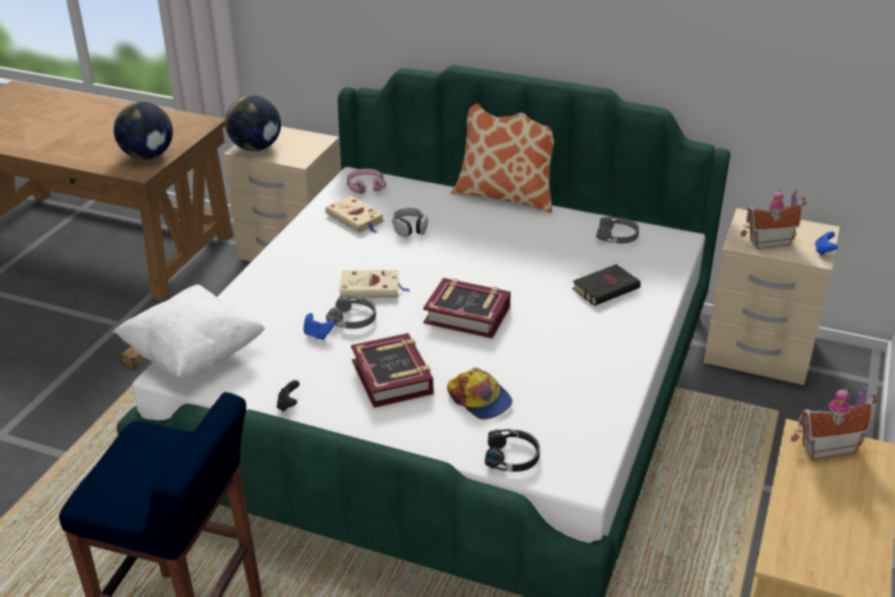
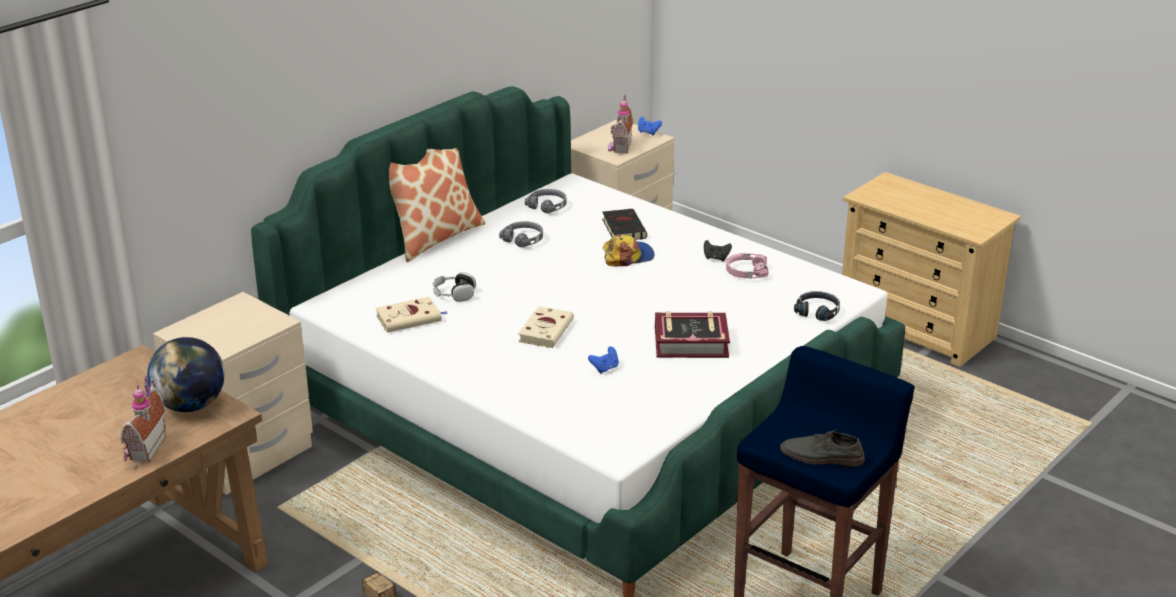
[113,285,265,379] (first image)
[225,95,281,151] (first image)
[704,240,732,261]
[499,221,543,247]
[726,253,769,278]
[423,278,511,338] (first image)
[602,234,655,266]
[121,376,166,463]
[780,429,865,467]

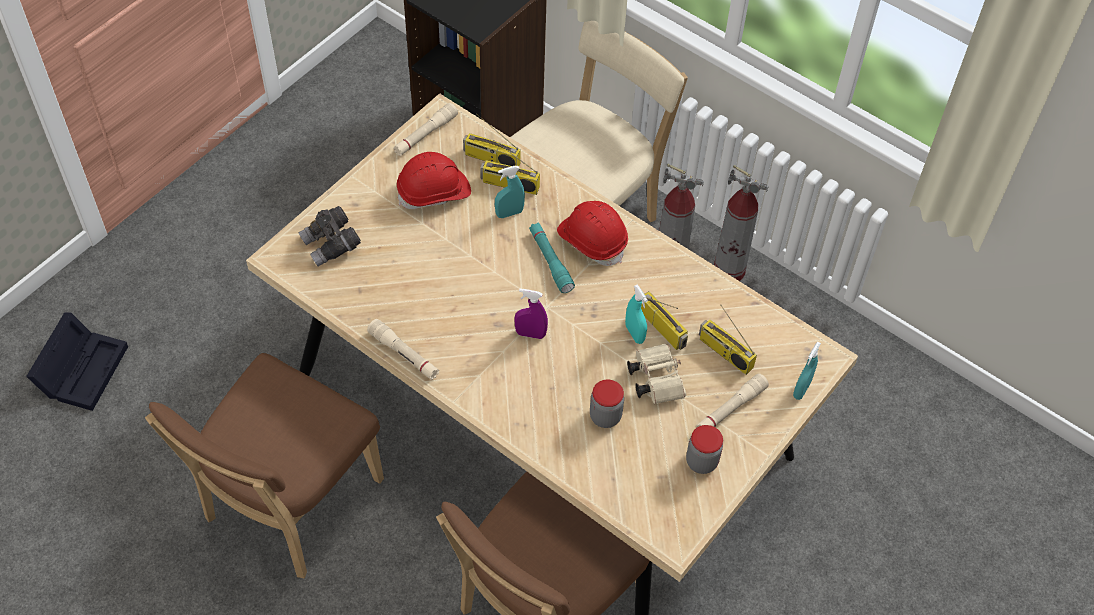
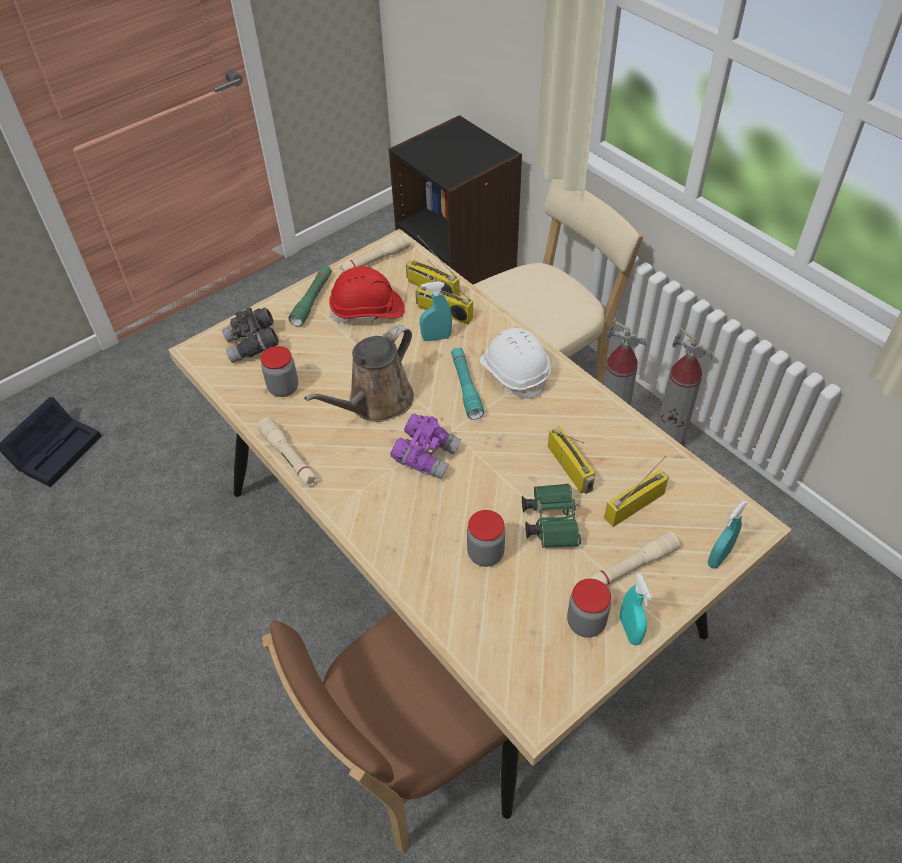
[145,353,384,578] (first image)
[390,414,461,479]
[480,328,551,399]
[620,573,652,646]
[522,484,581,548]
[604,455,669,527]
[261,346,298,397]
[288,265,332,327]
[304,325,414,422]

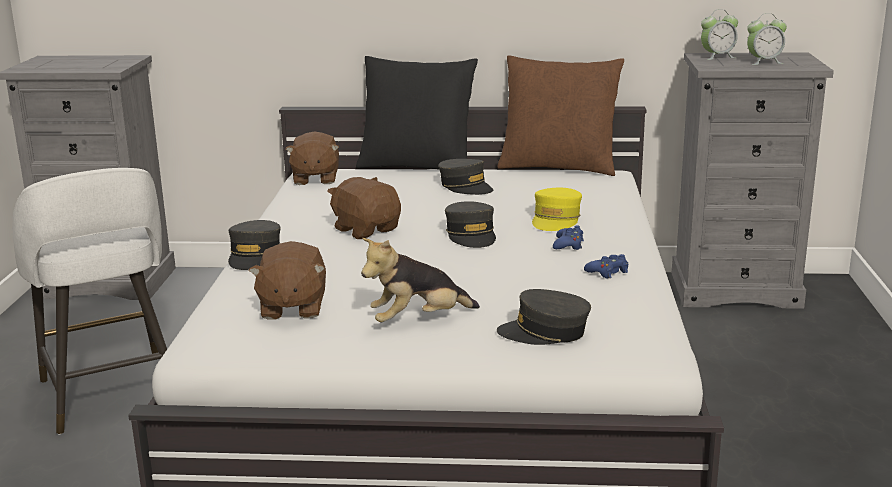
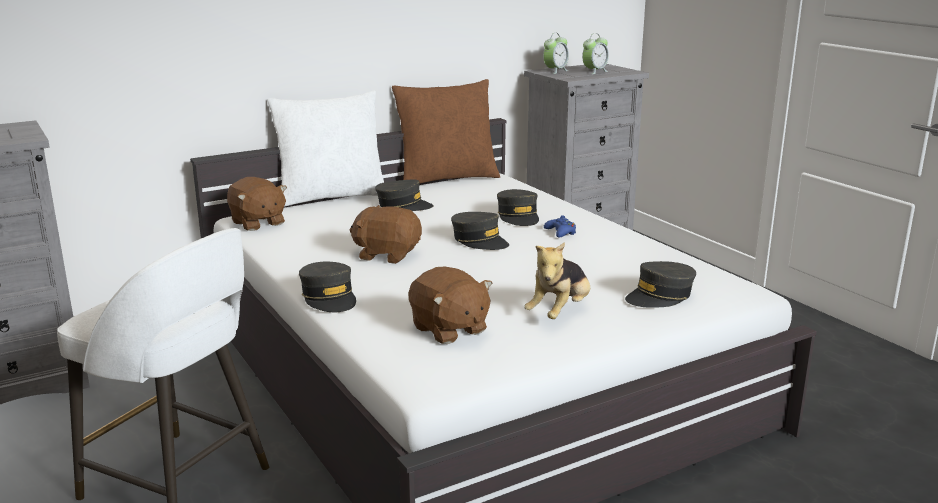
[267,90,384,207]
[497,189,539,226]
[584,254,628,279] (first image)

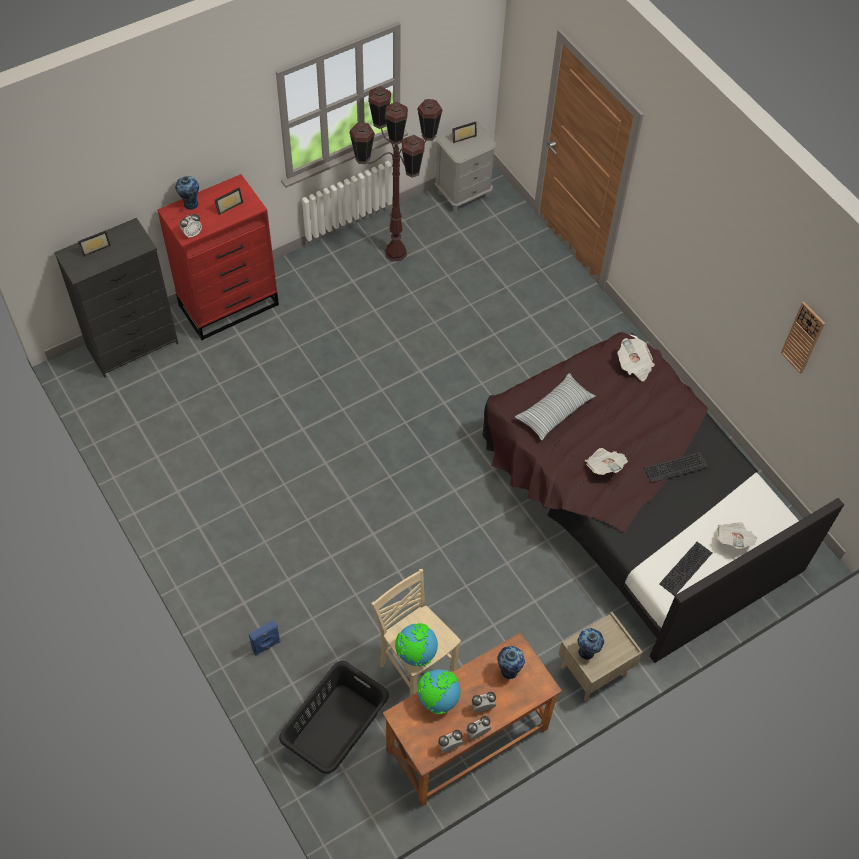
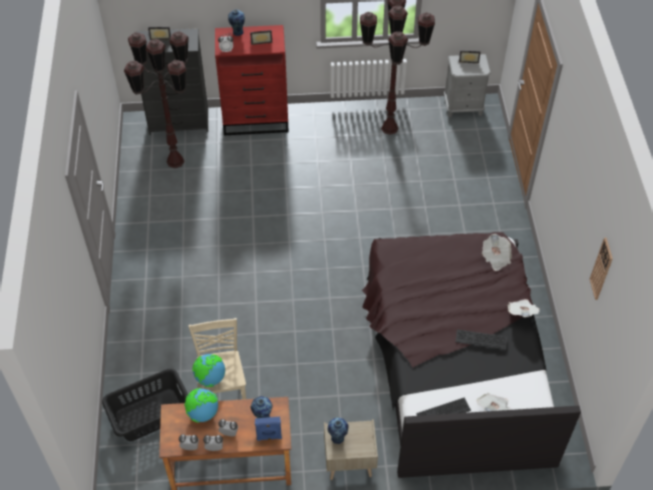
[255,417,282,441]
[515,373,596,441] (first image)
[508,299,540,317]
[124,31,189,168]

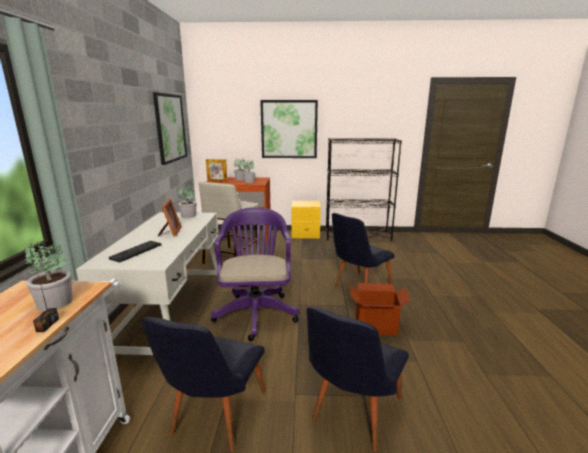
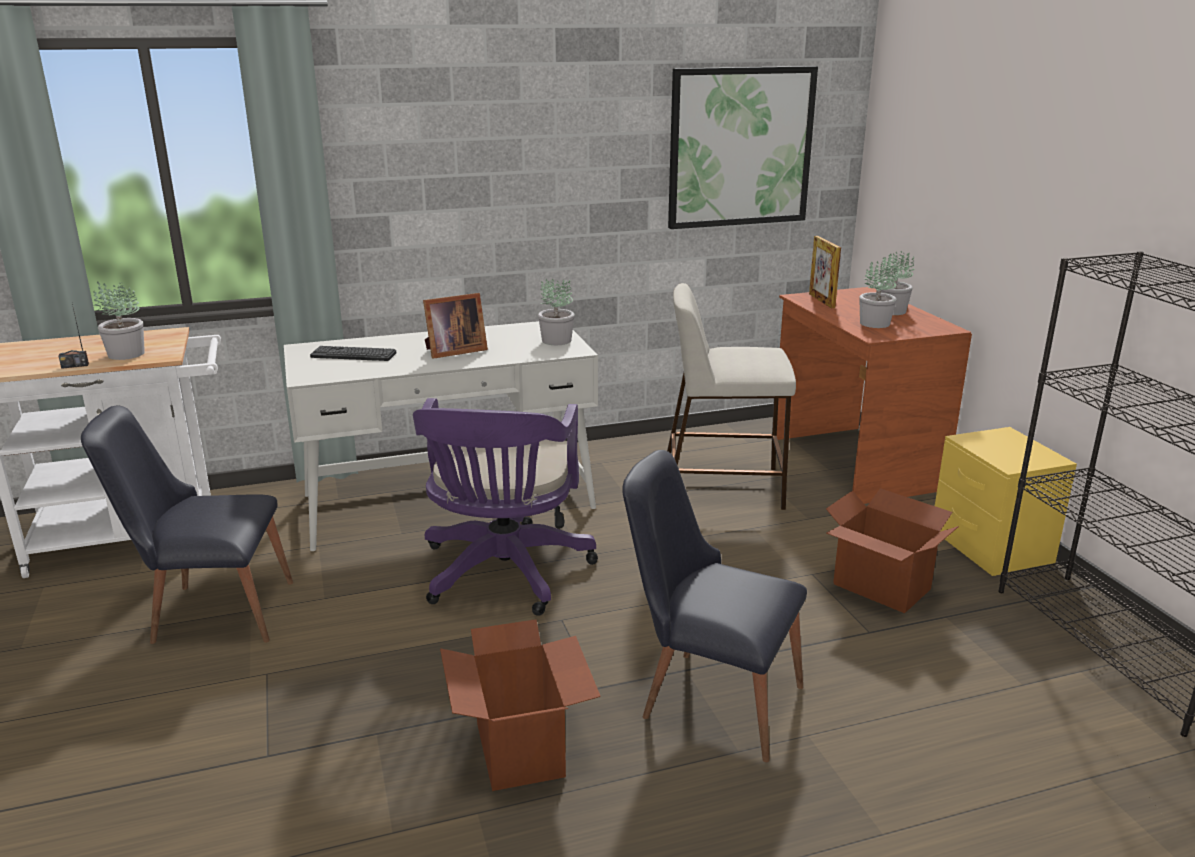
[413,398,598,616]
[260,100,318,158] (first image)
[307,307,409,452] (first image)
[826,488,959,613]

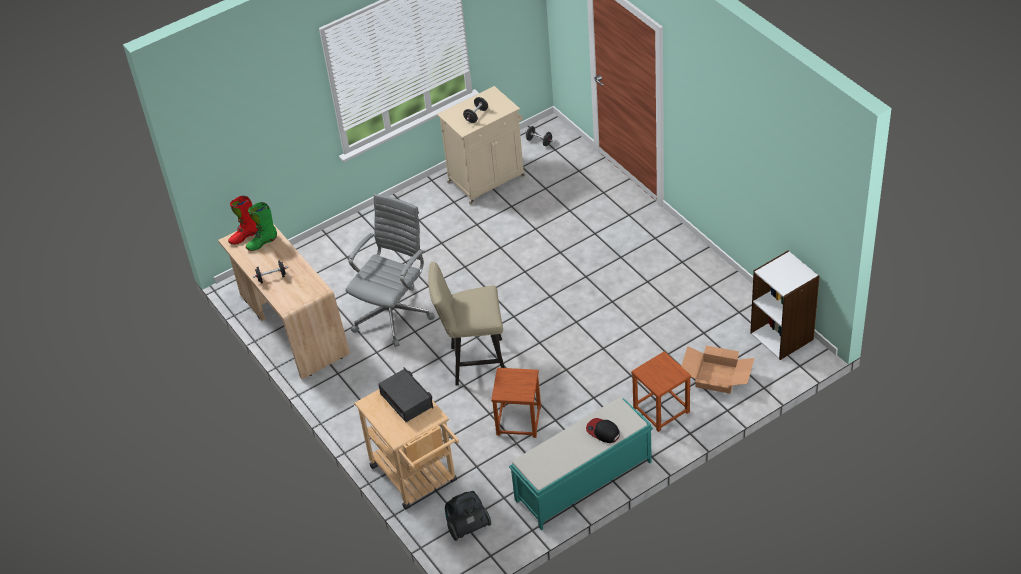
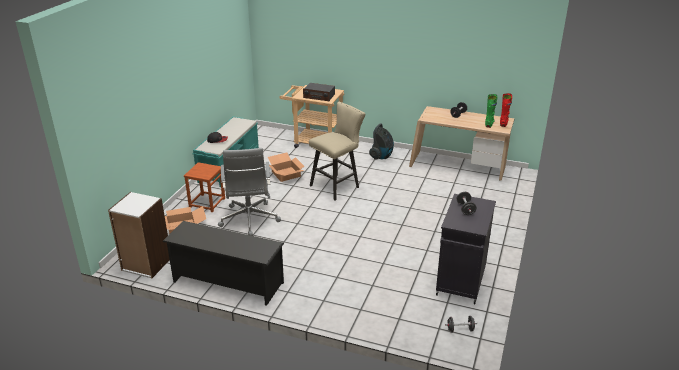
[218,148,281,236]
[436,194,496,304]
[369,123,394,160]
[268,153,305,182]
[162,221,284,306]

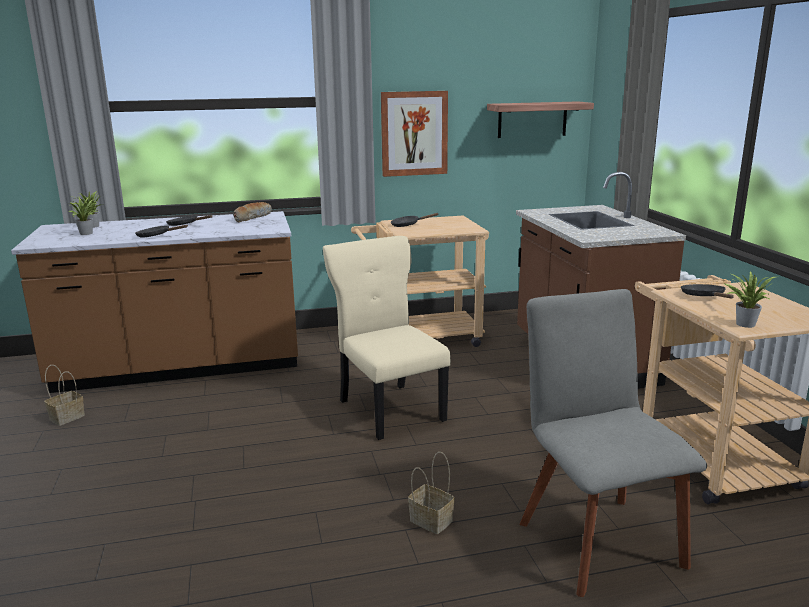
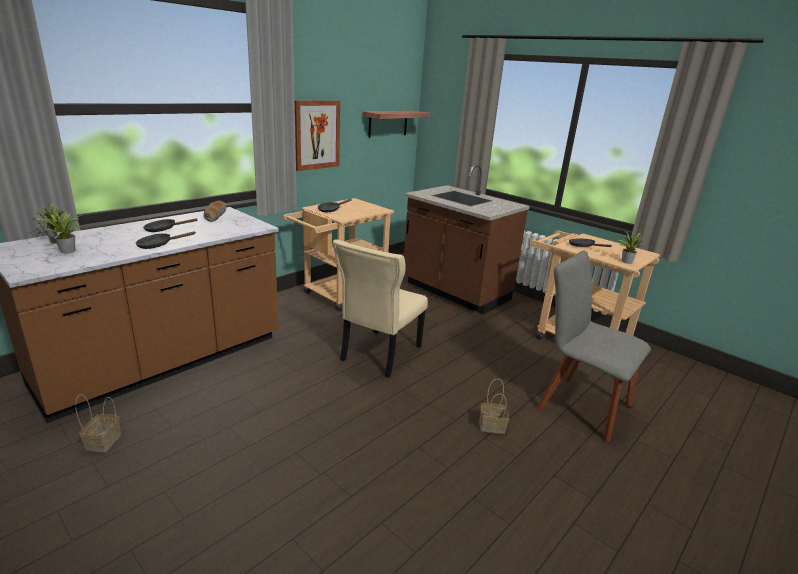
[333,239,428,378]

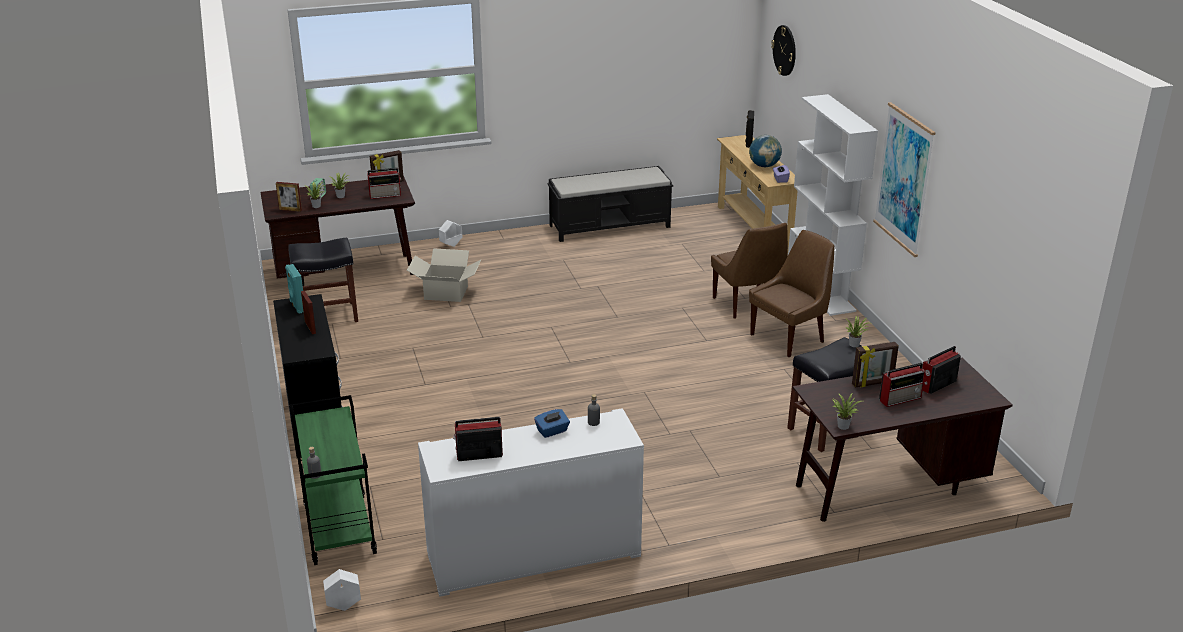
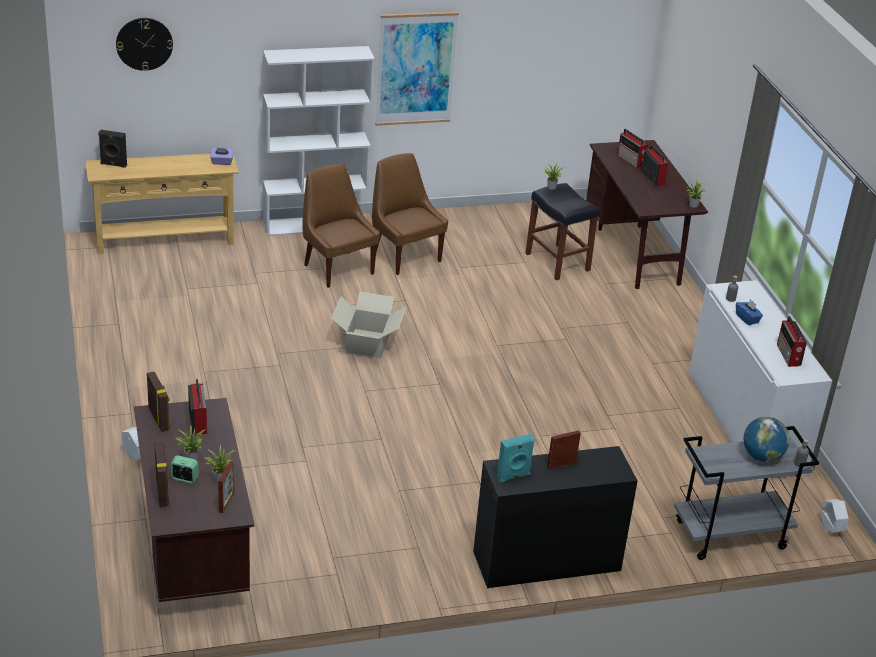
[288,238,358,322] (first image)
[674,426,819,560]
[331,292,406,358]
[548,166,673,242] (first image)
[302,164,380,288]
[743,417,790,462]
[154,442,169,507]

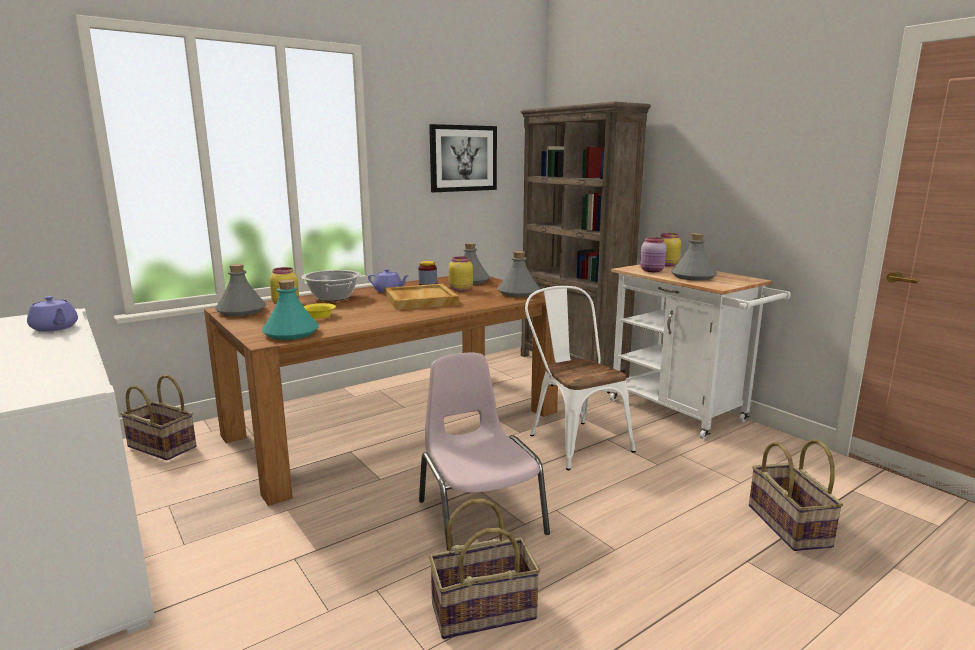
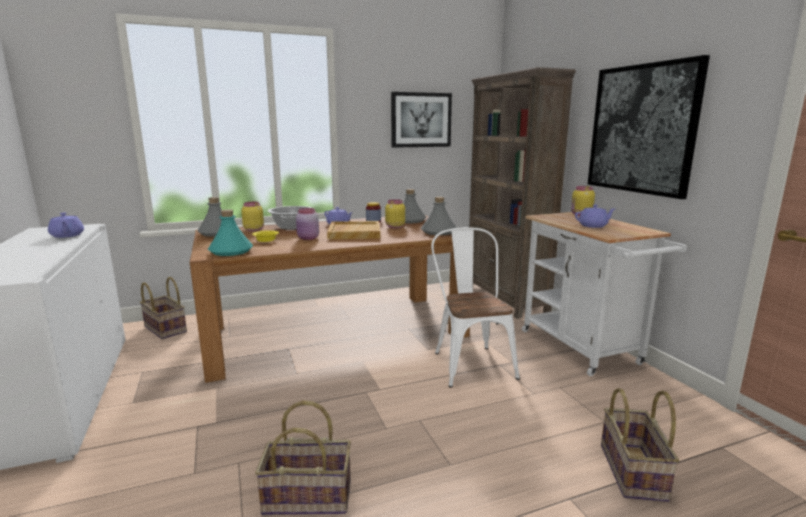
[419,353,550,551] (first image)
[296,208,319,240]
[575,205,616,228]
[588,55,710,199]

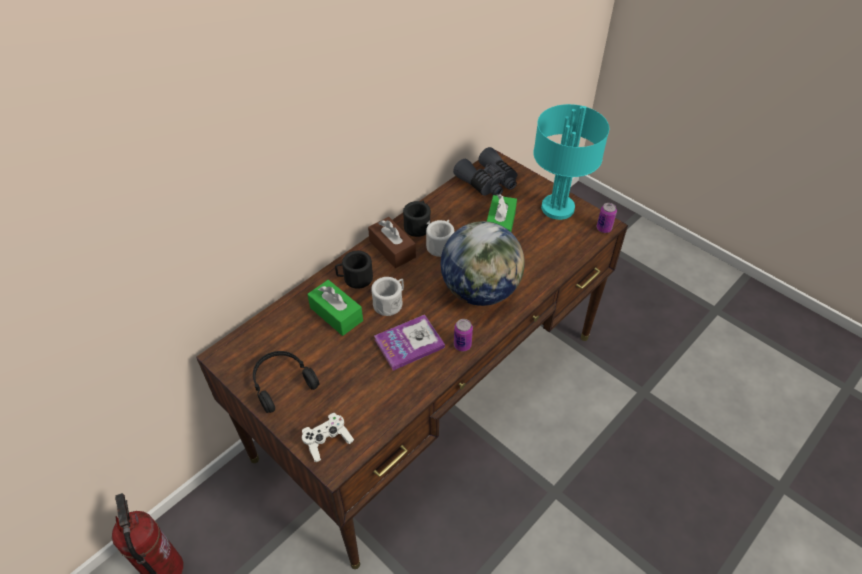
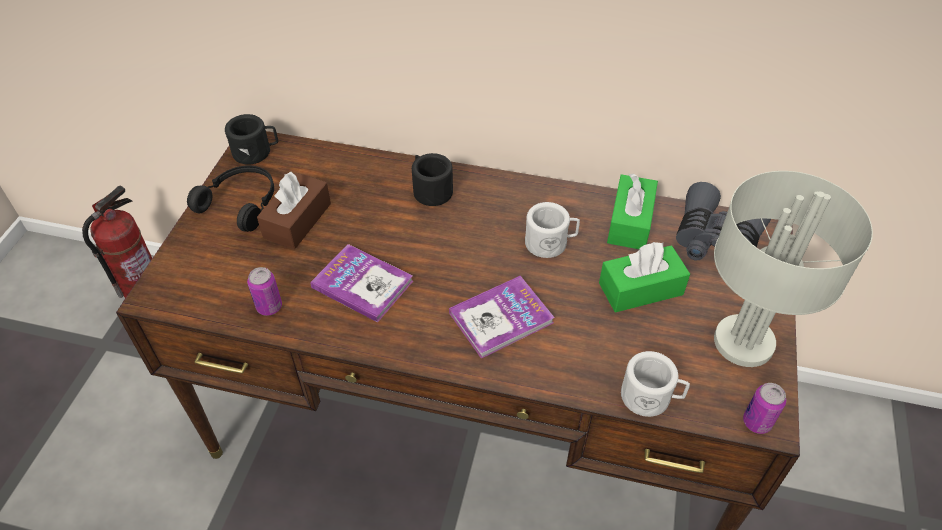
[302,413,354,462] (first image)
[607,173,658,249]
[257,172,331,249]
[621,351,690,417]
[225,114,279,165]
[449,276,555,359]
[247,267,282,316]
[714,171,873,367]

